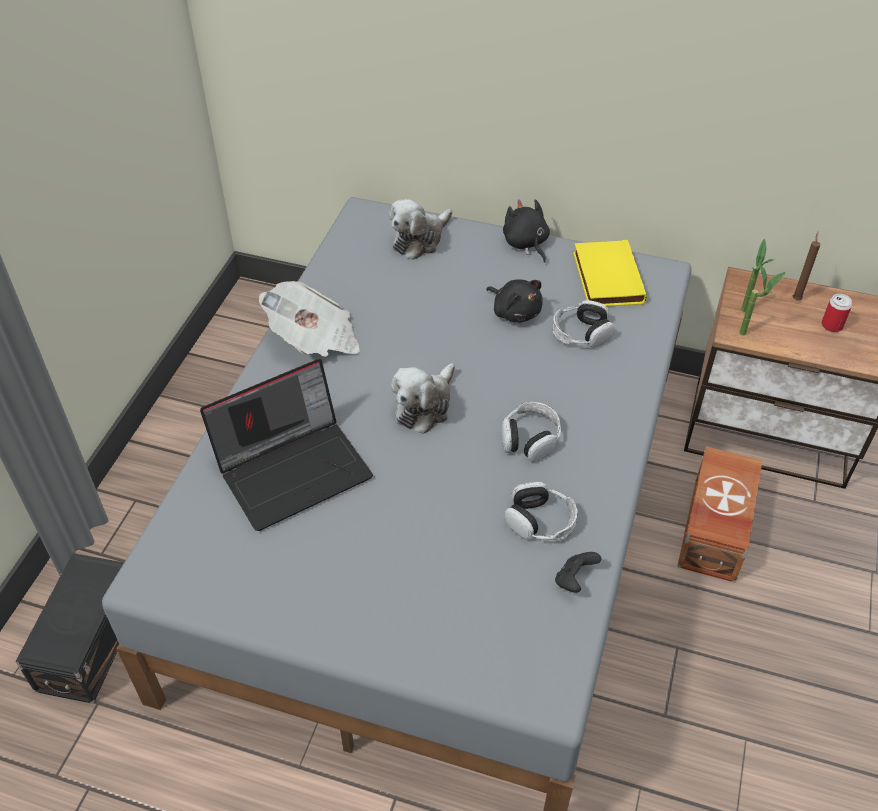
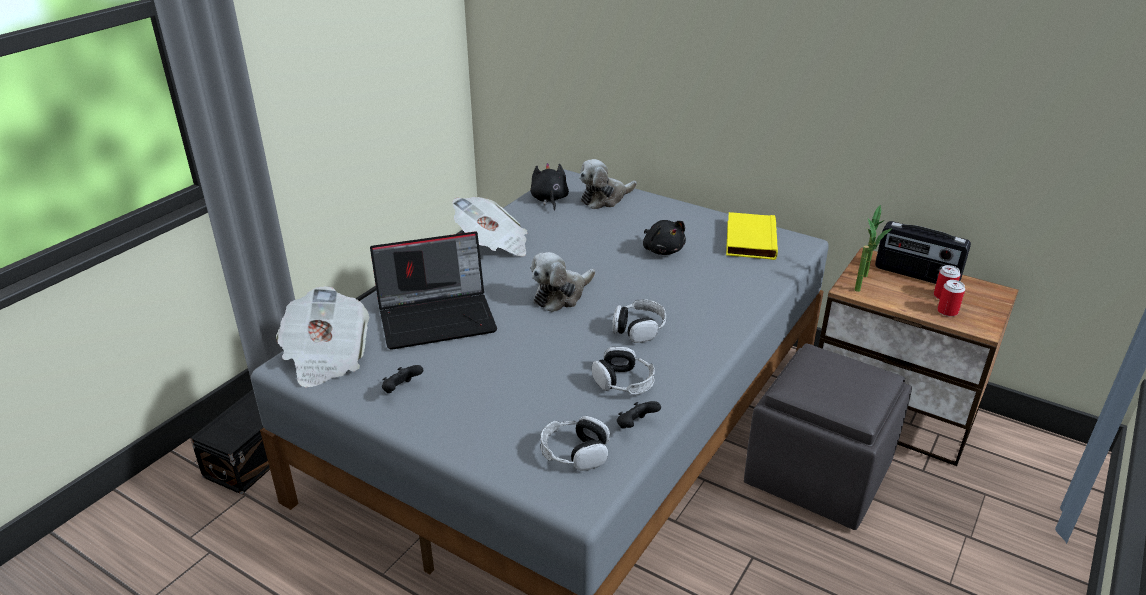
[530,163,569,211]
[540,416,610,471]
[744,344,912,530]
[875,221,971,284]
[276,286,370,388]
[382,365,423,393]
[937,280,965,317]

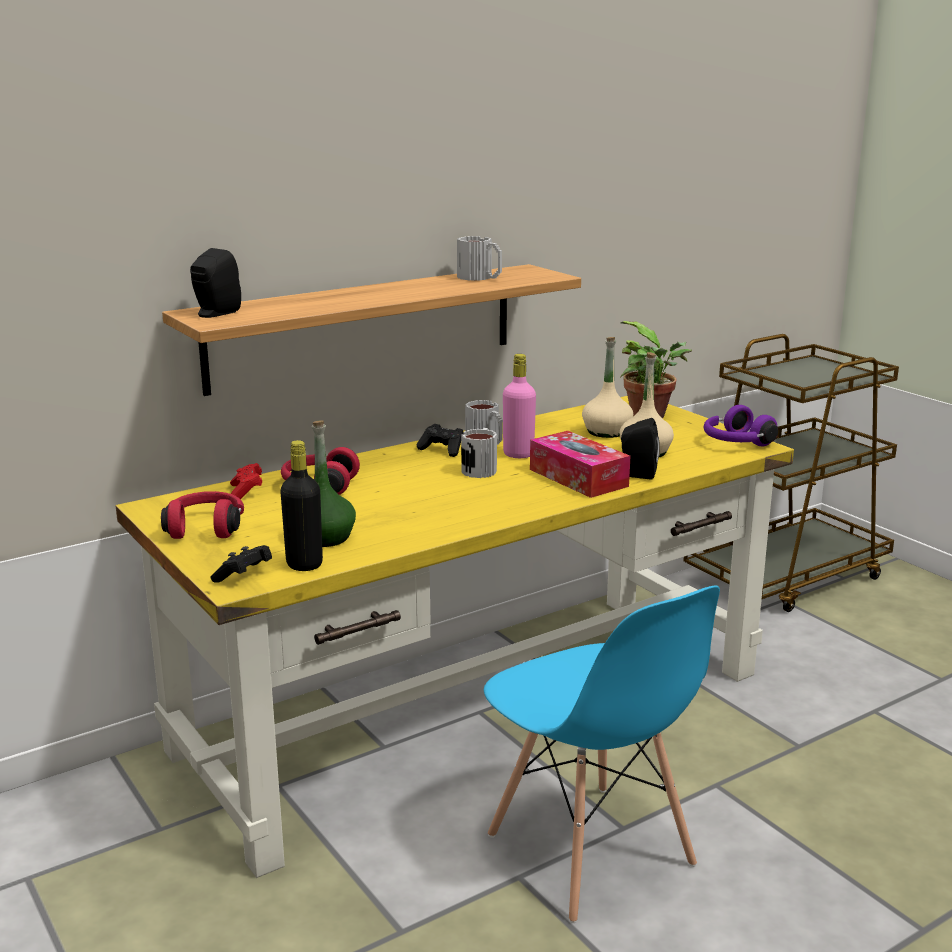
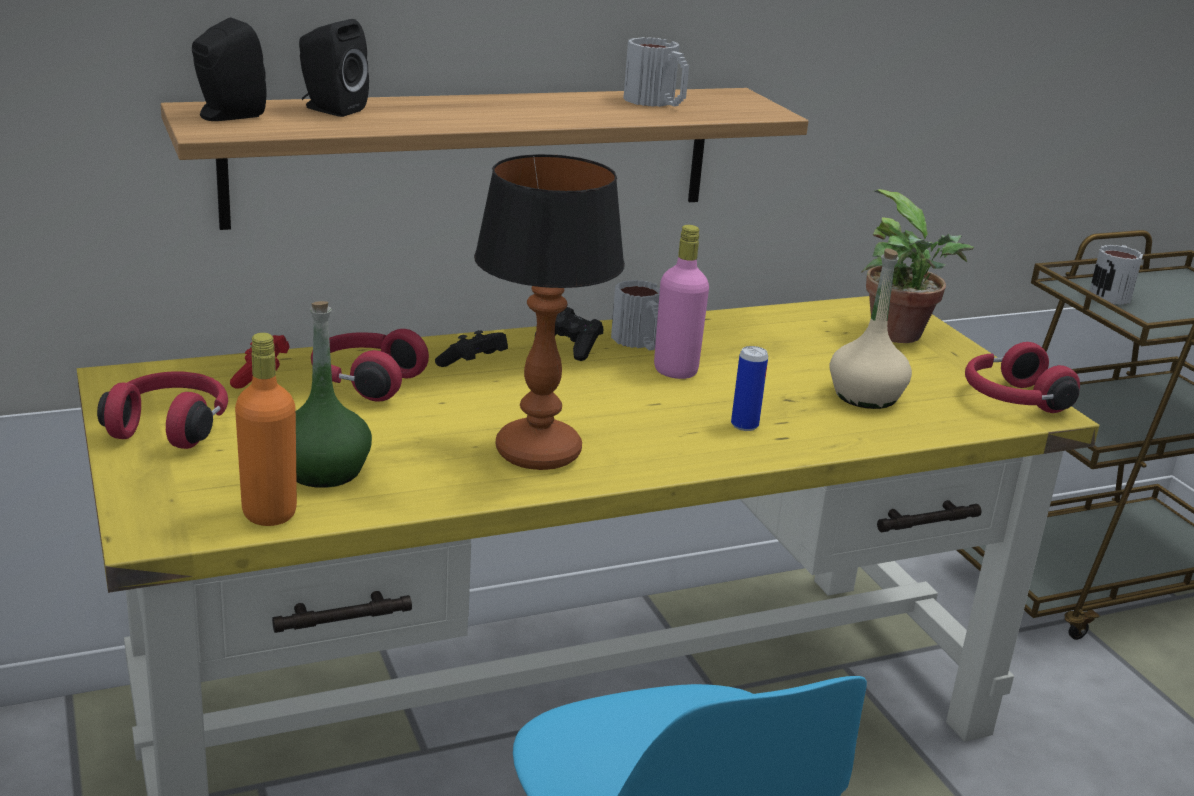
[435,330,508,367]
[235,333,297,526]
[1090,245,1143,305]
[731,346,768,431]
[582,337,633,438] (first image)
[299,19,369,117]
[965,342,1080,413]
[474,154,625,470]

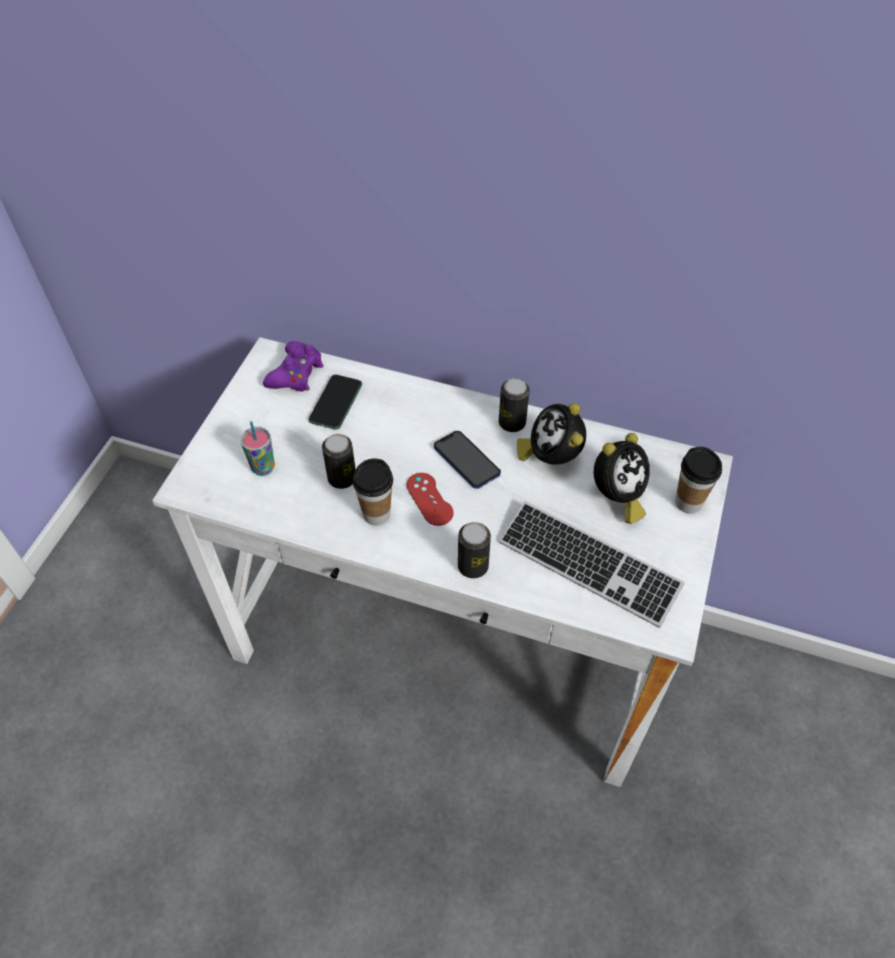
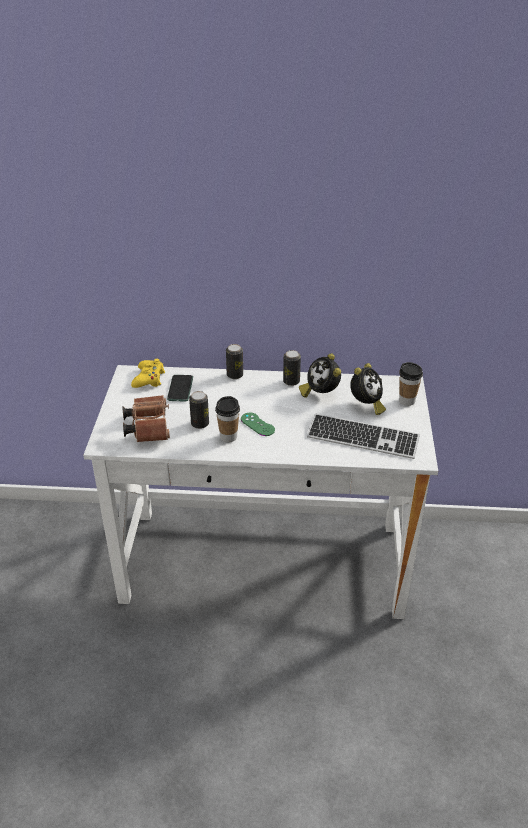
[122,395,170,442]
[131,359,165,388]
[241,413,275,436]
[434,431,501,489] (first image)
[226,344,243,379]

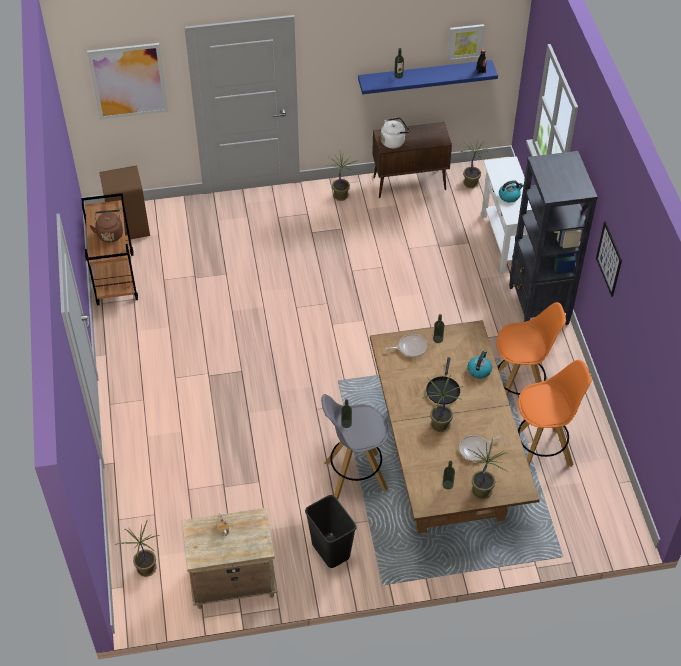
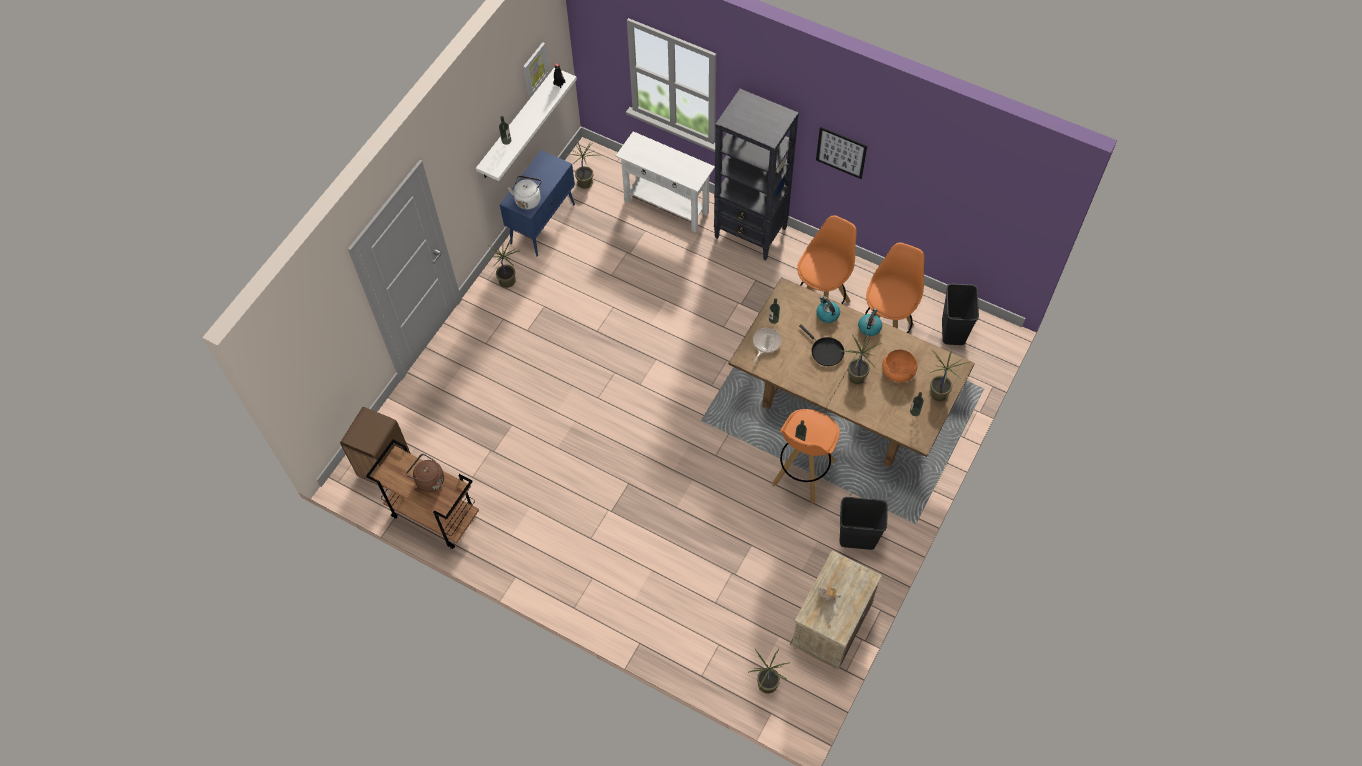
[87,43,168,120] (first image)
[772,409,840,504]
[476,67,577,181]
[500,150,575,256]
[882,349,917,382]
[858,308,882,336]
[942,284,979,345]

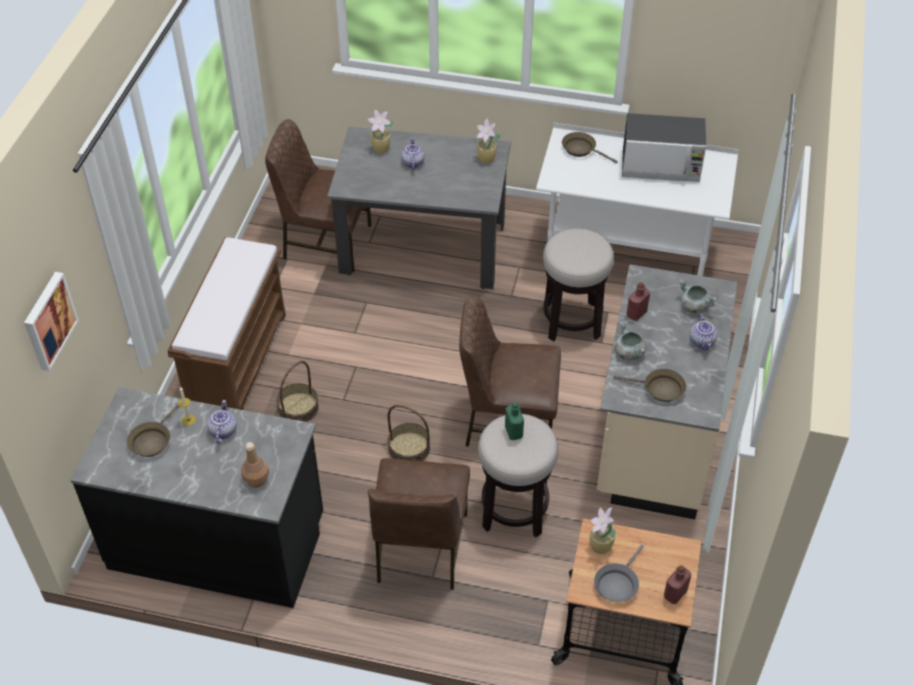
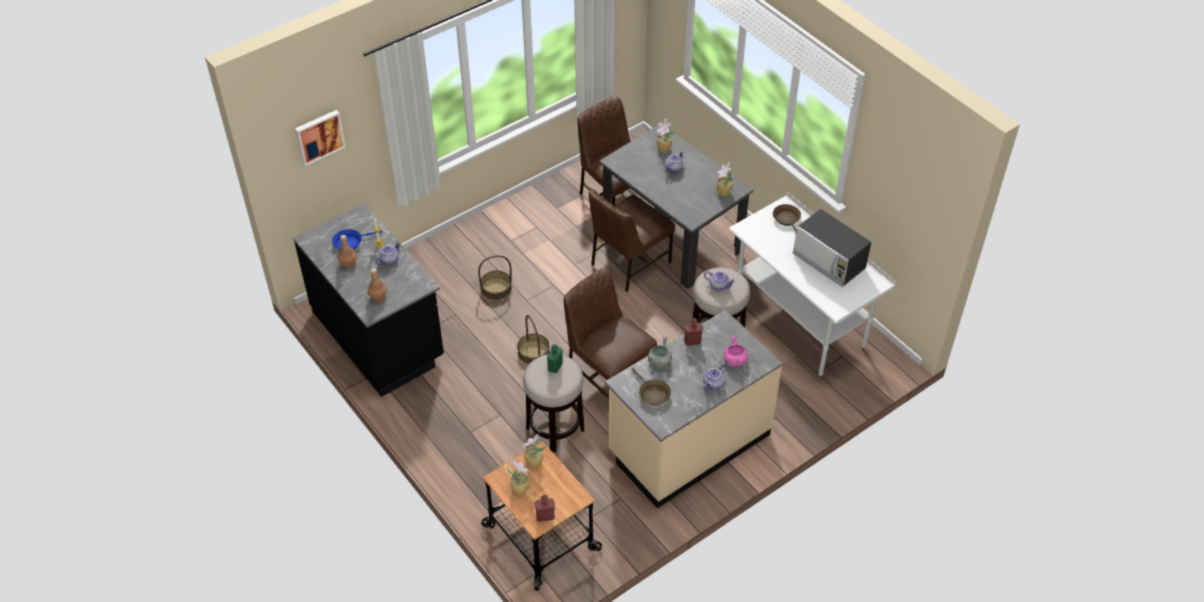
[332,229,383,250]
[167,237,286,410] (first image)
[589,189,675,292]
[507,459,530,495]
[723,335,748,367]
[338,235,357,269]
[704,271,735,291]

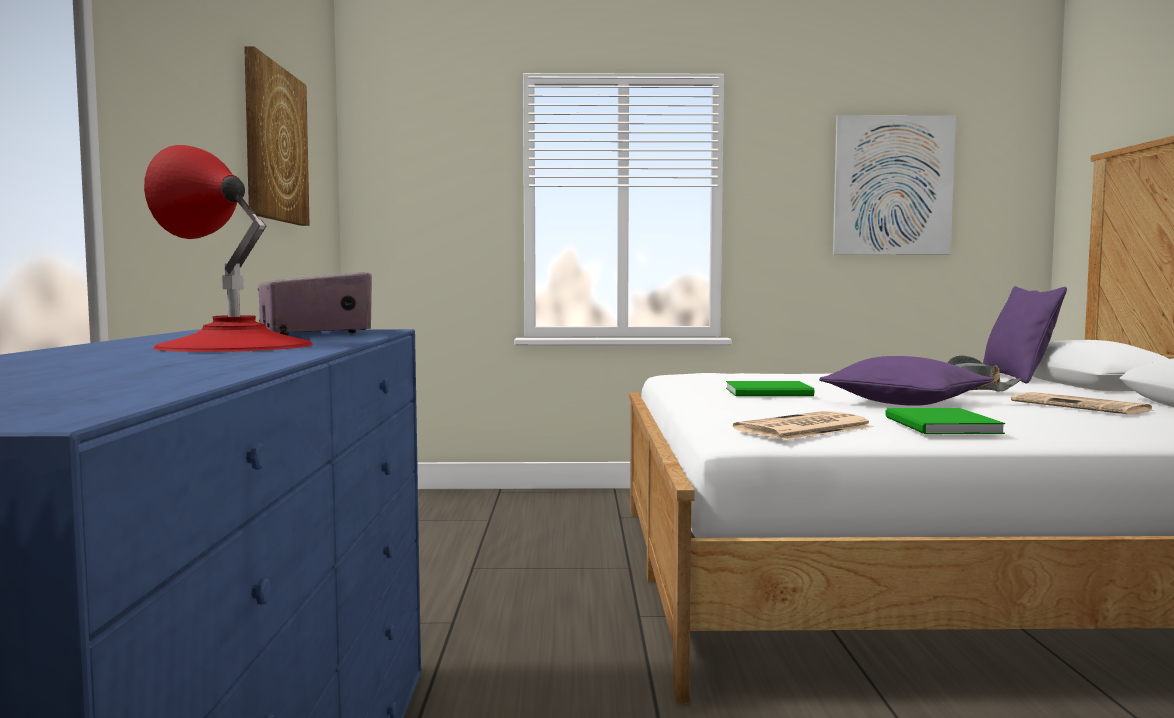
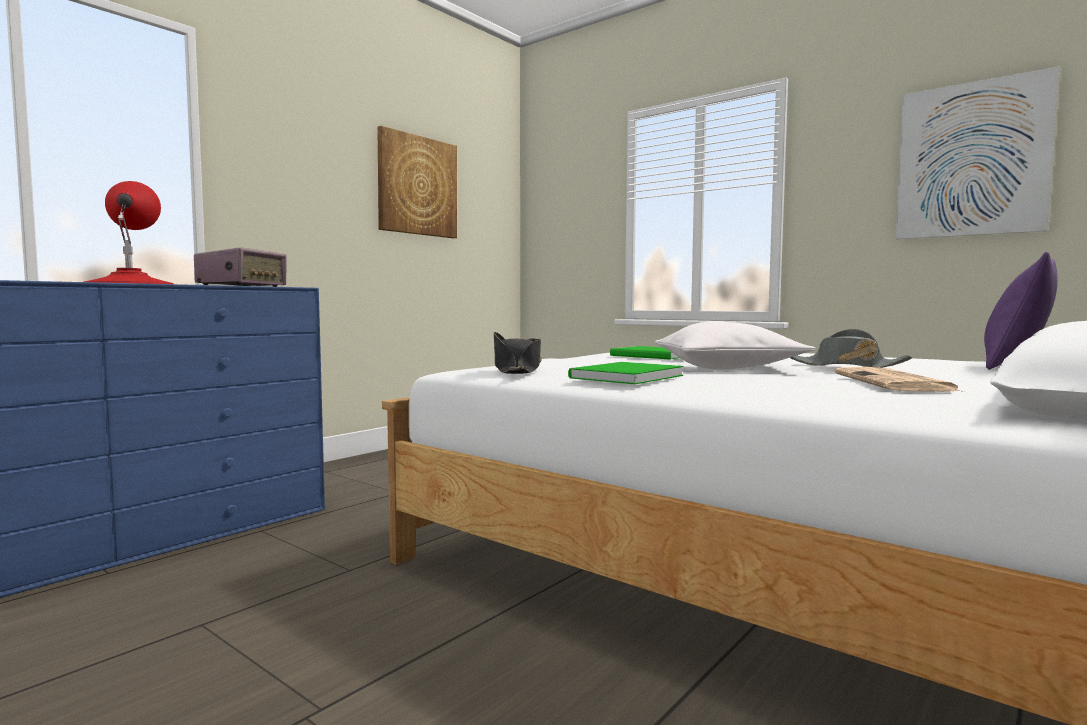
[494,332,542,374]
[655,322,815,369]

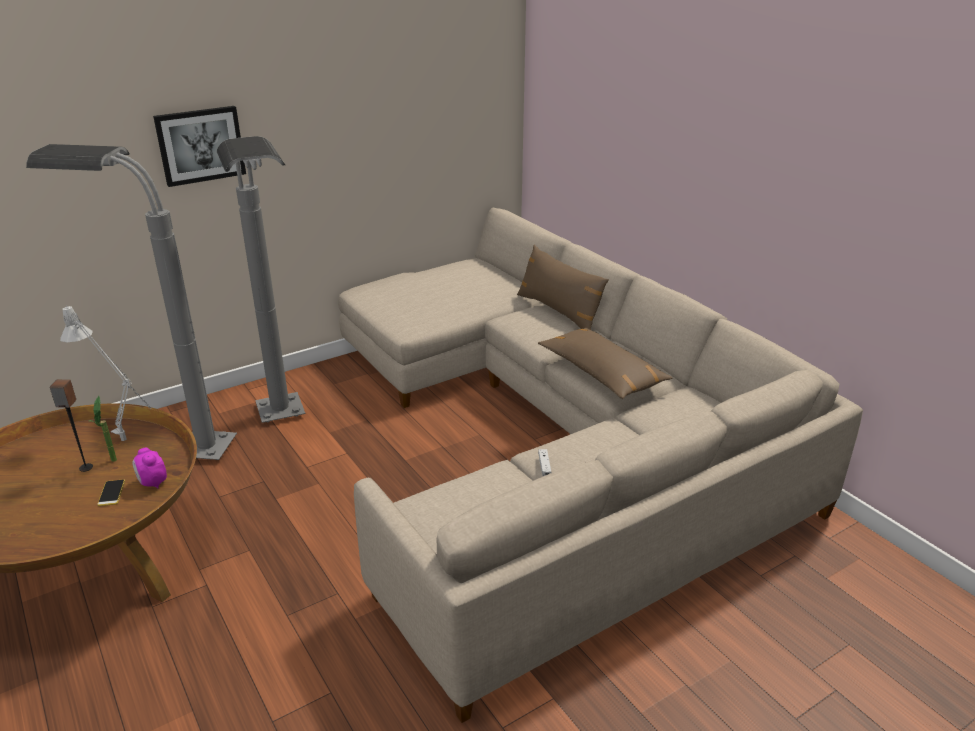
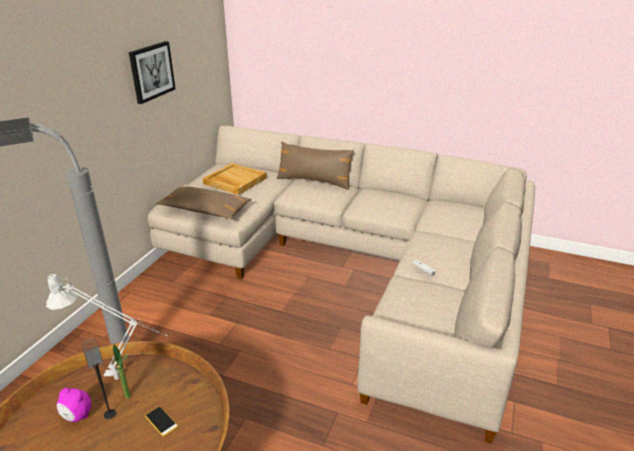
[57,388,91,422]
[129,41,175,104]
[216,136,306,423] (first image)
[156,186,252,219]
[203,163,267,195]

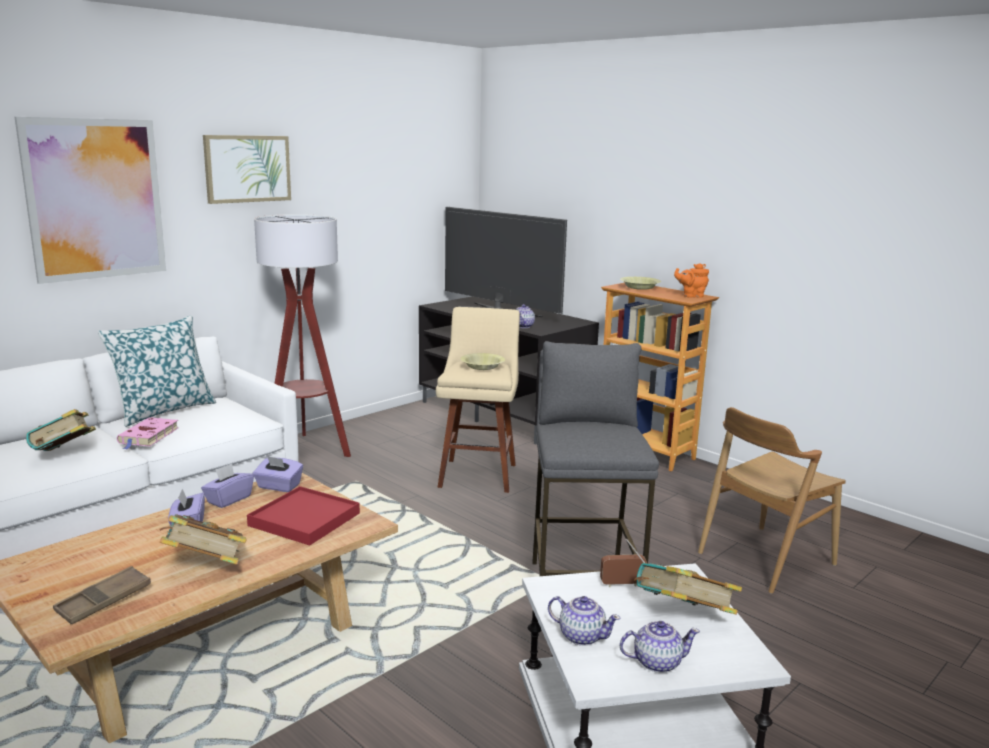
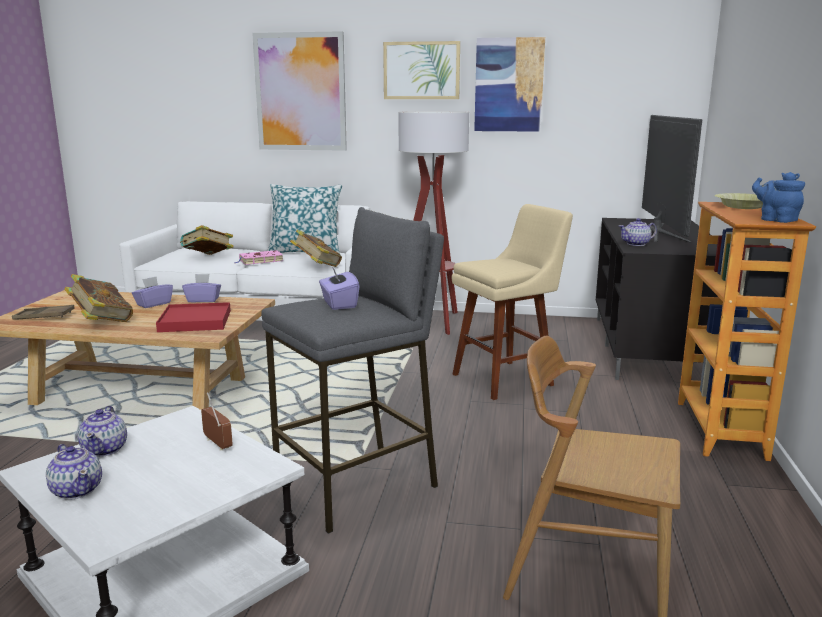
[319,266,359,310]
[460,353,505,370] (first image)
[290,230,342,267]
[752,172,805,223]
[474,37,545,132]

